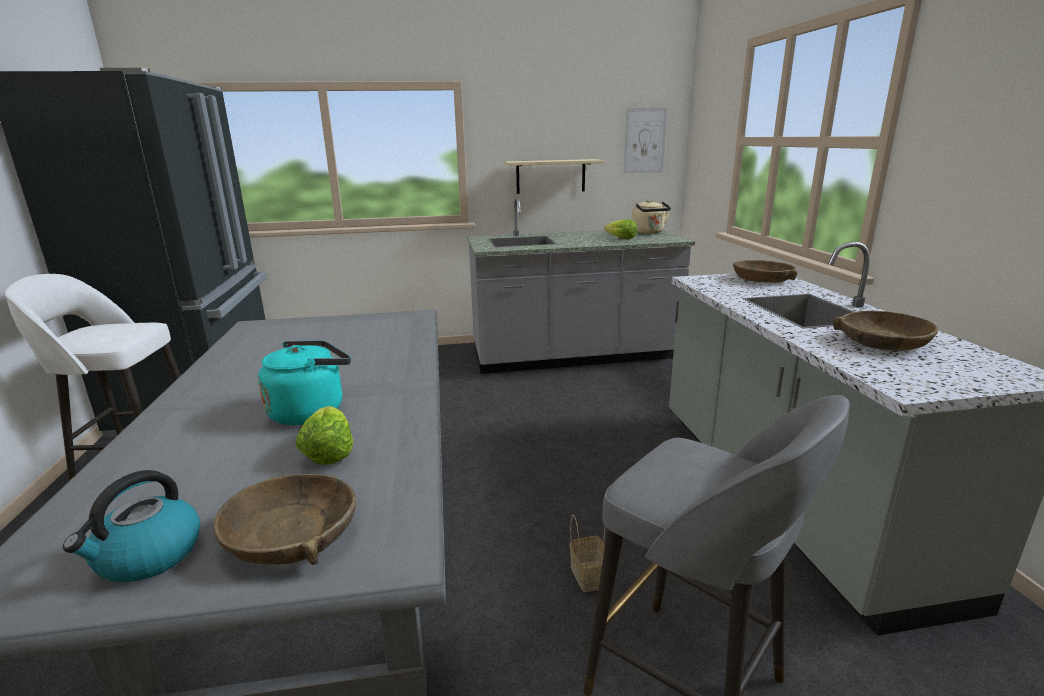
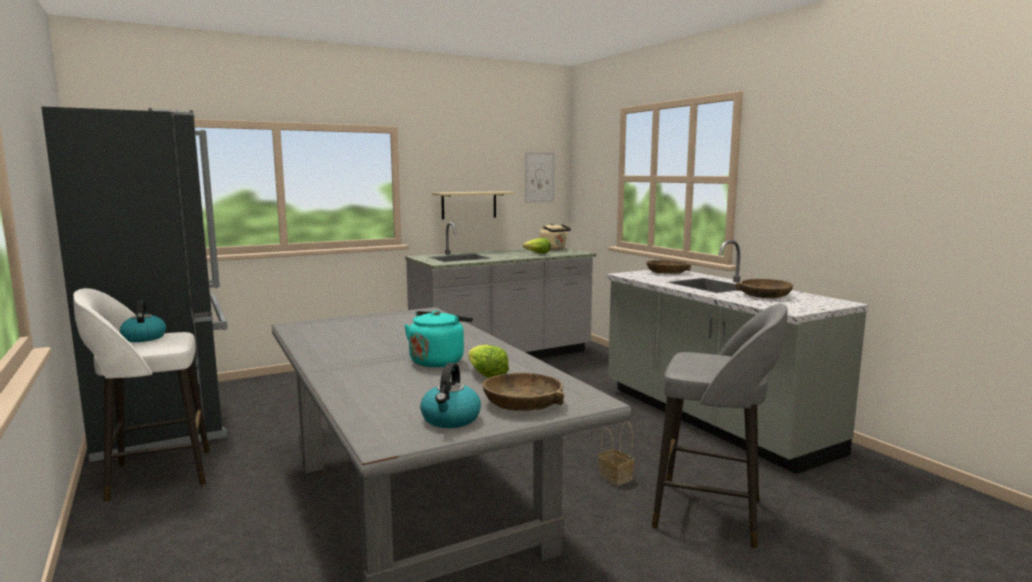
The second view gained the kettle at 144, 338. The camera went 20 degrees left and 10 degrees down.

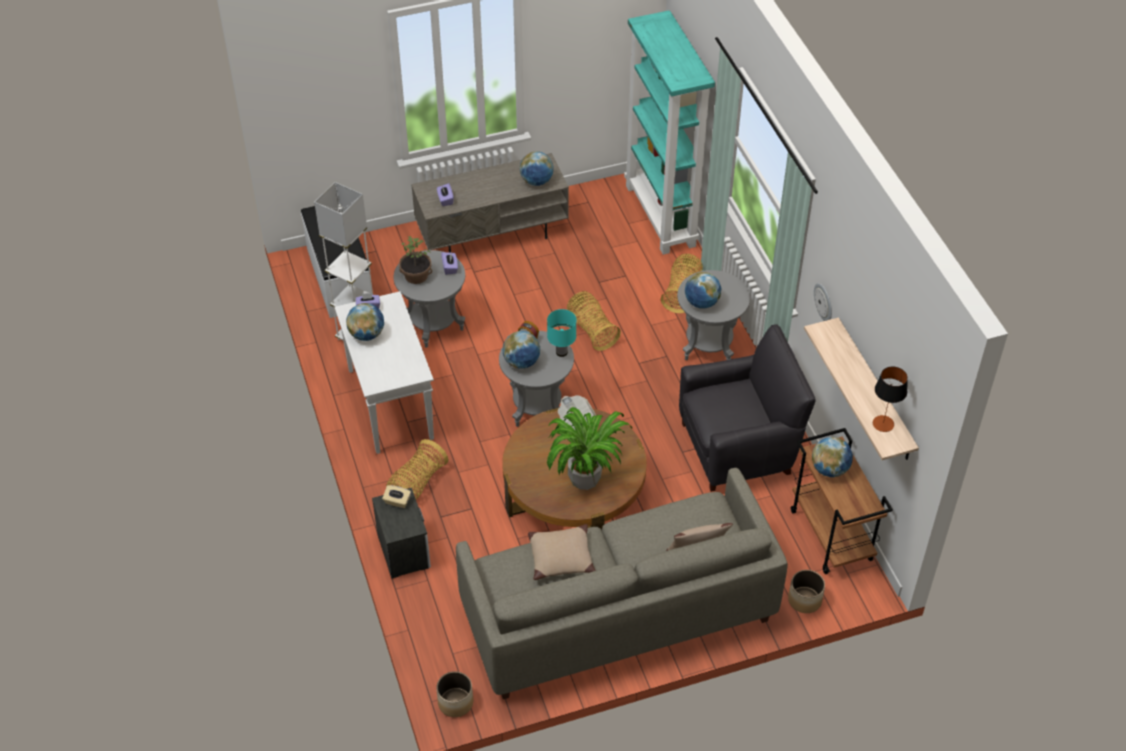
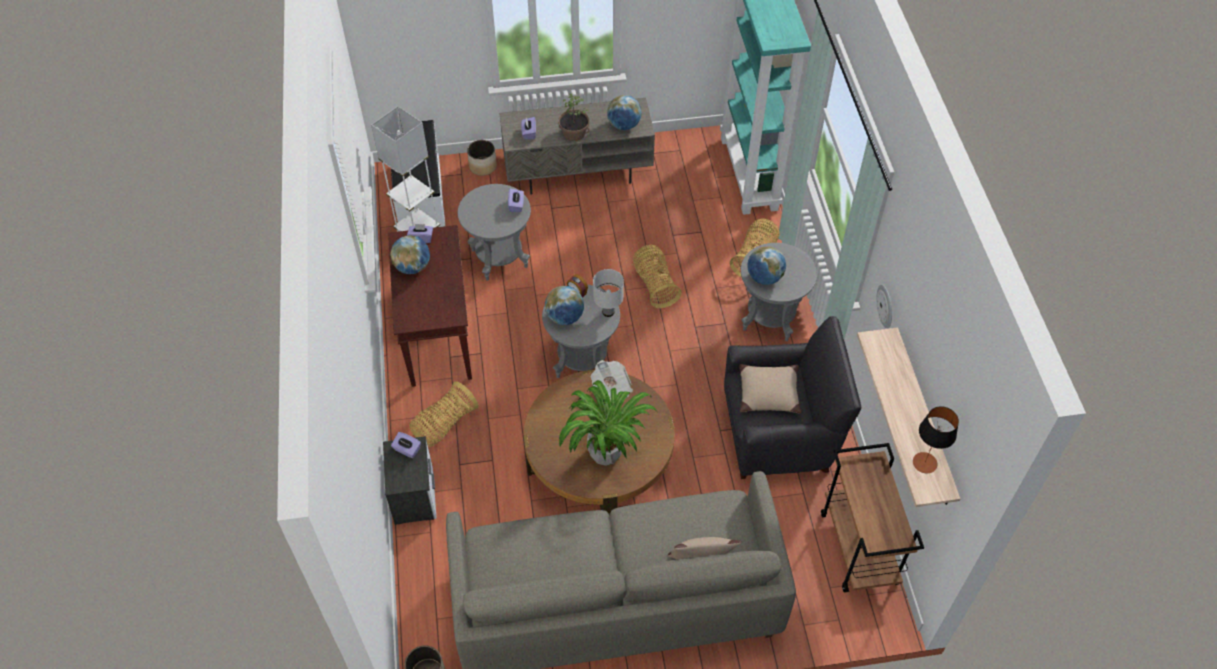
The houseplant ended up elsewhere, having gone from 416, 276 to 574, 133. What was the white console table at 389, 404 turned into the brown console table at 437, 335. What was the blue-green lamp for a table at 562, 352 turned into the white lamp for a table at 608, 312. The second view lost the world globe at 829, 469. What was the sand-coloured tissue holder at 397, 502 turned into the purple-coloured tissue holder at 407, 450. The sand-coloured pillow ended up elsewhere, having gone from 561, 557 to 768, 393. The planter ended up elsewhere, having gone from 804, 600 to 482, 167. The camera went 10 degrees right and 5 degrees up.

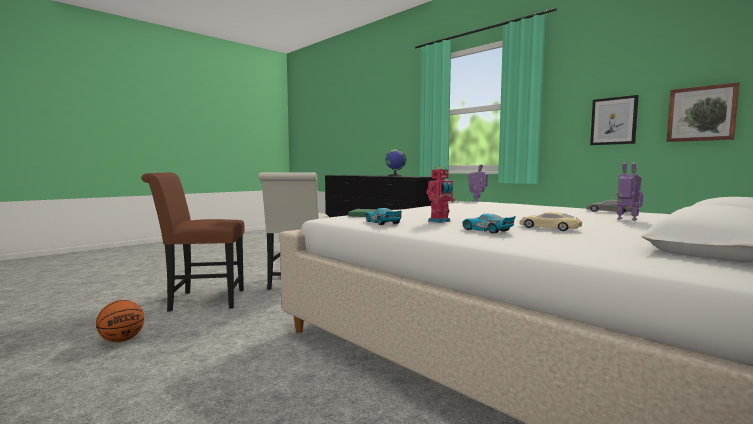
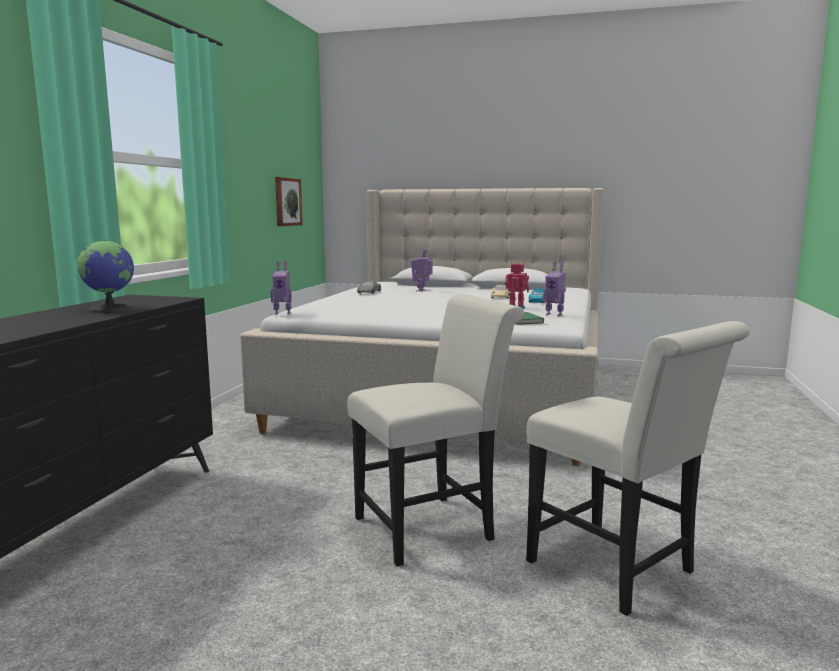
The second view lost the picture at 613, 121. What was the brown plain chair at 201, 300 turned into the white plain chair at 619, 571. Where the model car stood at 382, 222, the toy robot came to stand at 554, 314. The second view lost the basketball at 122, 340. The camera went 120 degrees left and 5 degrees up.

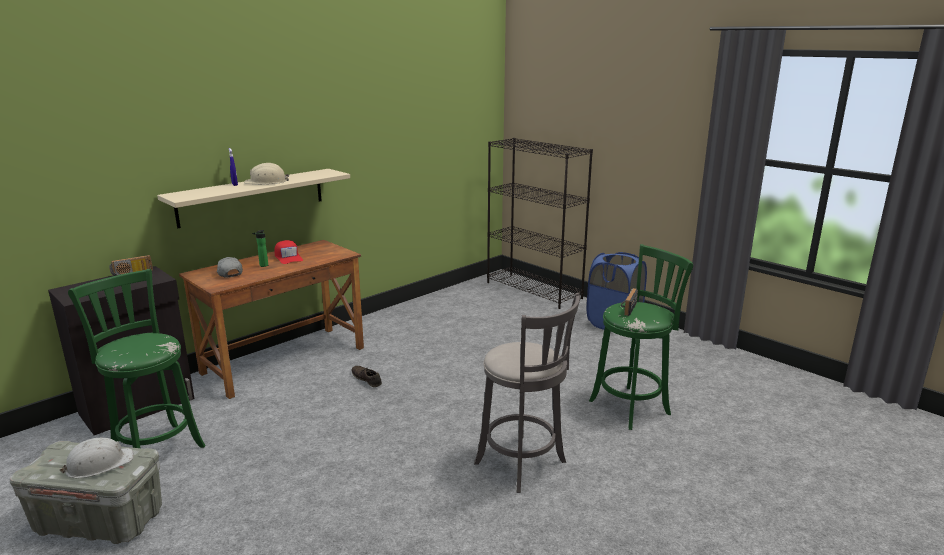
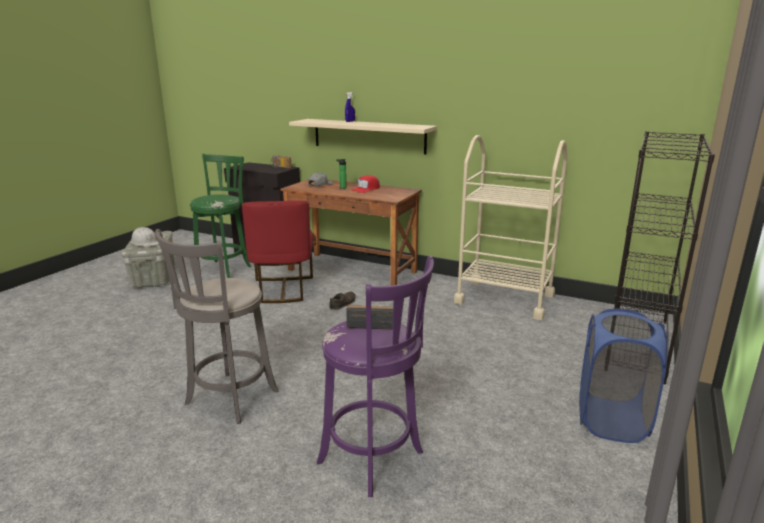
The second view lost the sand-coloured hard hat at 266, 182. What was the green sitting stool at 632, 406 turned into the purple-coloured sitting stool at 375, 460. The second view gained the sand-coloured trolley at 504, 299. The second view gained the reddish plain chair at 283, 290. The camera went 70 degrees right and 0 degrees up.

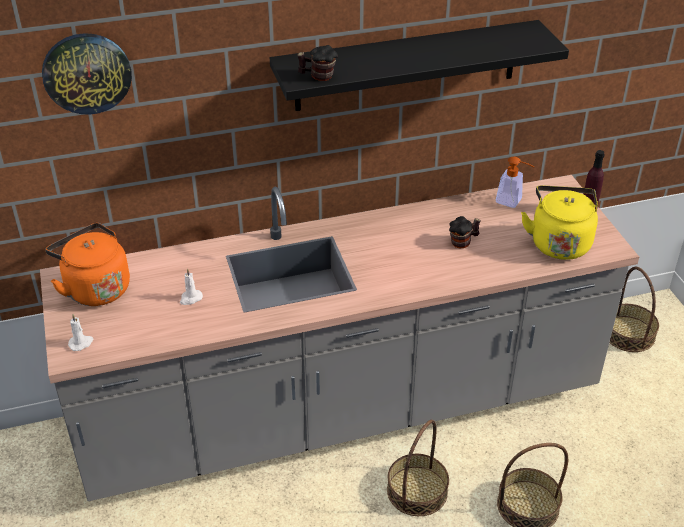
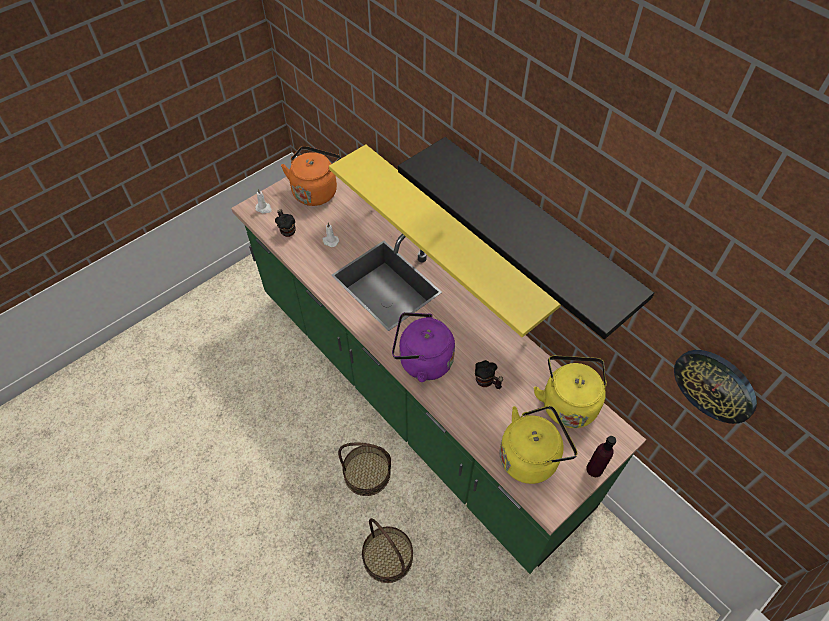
The clock on the wall ended up elsewhere, having gone from 87, 73 to 715, 385. The coffee mug ended up elsewhere, having gone from 318, 76 to 287, 230. Where the liquid soap bottle stood at 513, 202, the yellowish kettle came to stand at 568, 402. What was the greyish kitchen counter at 342, 412 turned into the green kitchen counter at 414, 396. The second view lost the storage basket at 628, 334. The second view gained the yellowish bracket shelf at 453, 233. The second view gained the purple-coloured kettle at 422, 361. The camera went 65 degrees right and 15 degrees up.

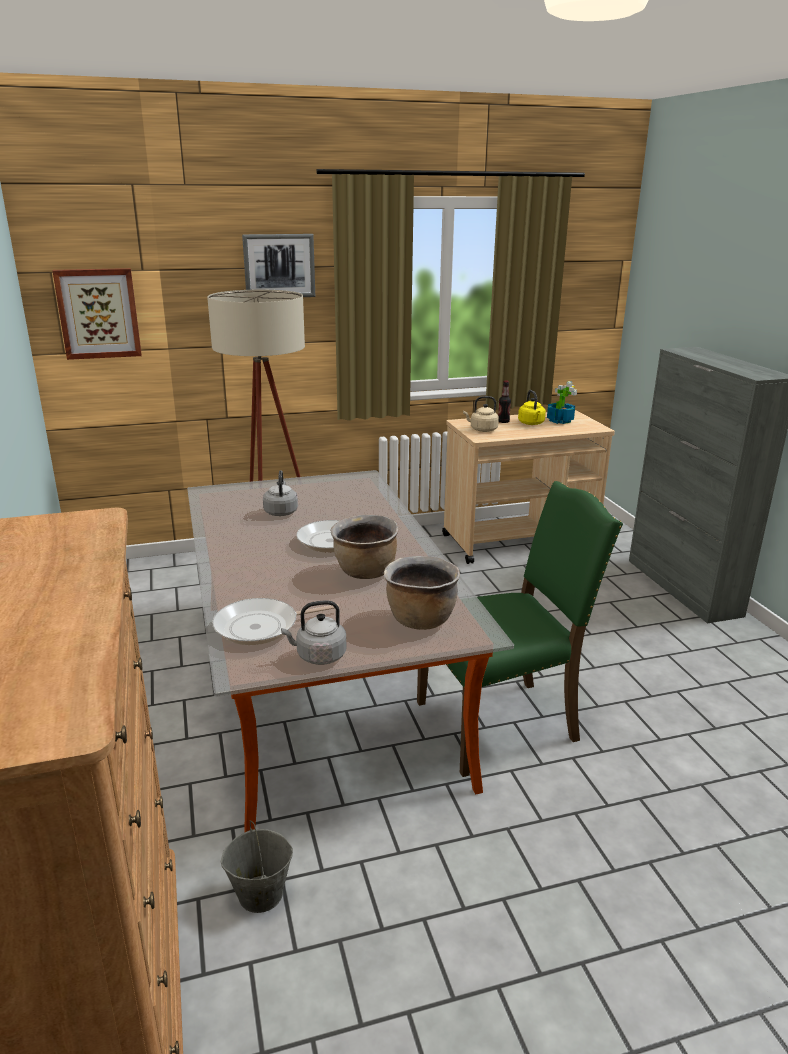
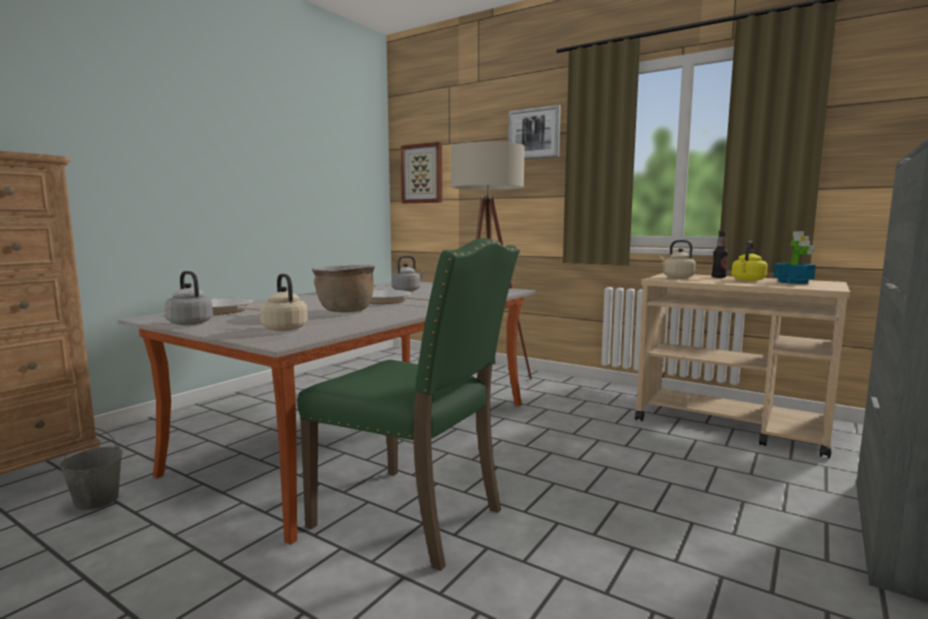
Where the brown cooking pot stood at 420, 619, the sand-coloured kettle came to stand at 284, 328. The camera went 50 degrees right and 15 degrees down.

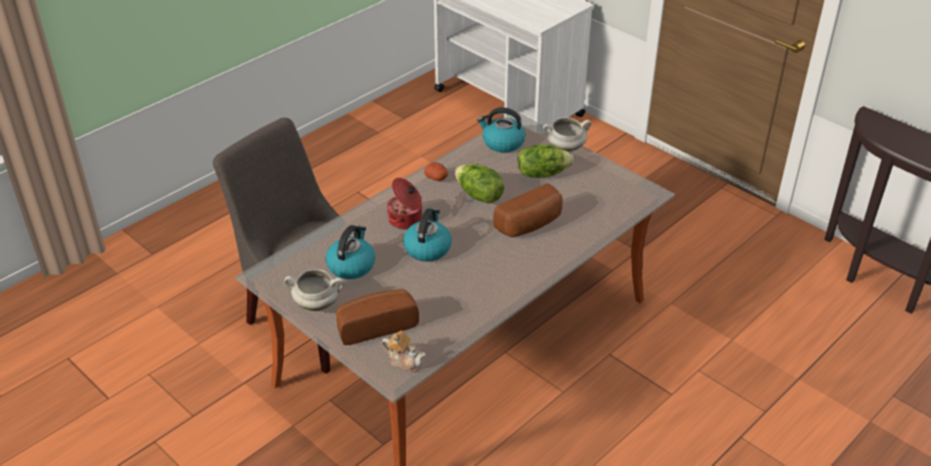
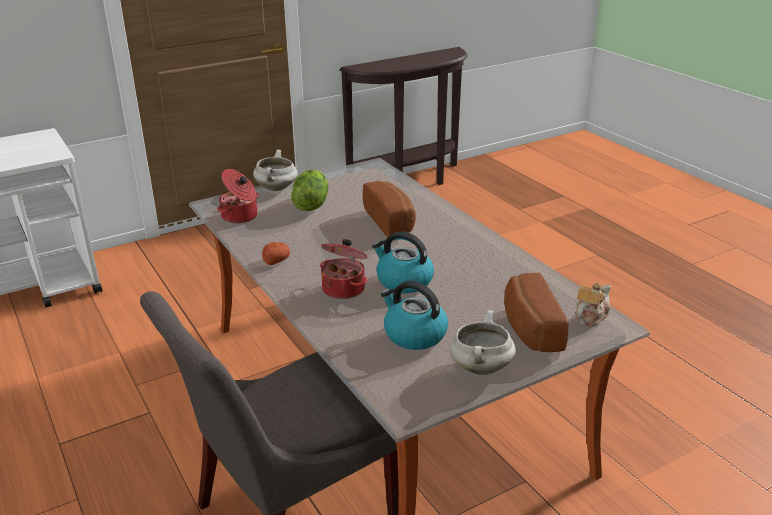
Where the kettle stood at 502, 143, the cooking pot came to stand at 240, 216. The second view lost the head of lettuce at 479, 196. The camera went 75 degrees left and 10 degrees down.

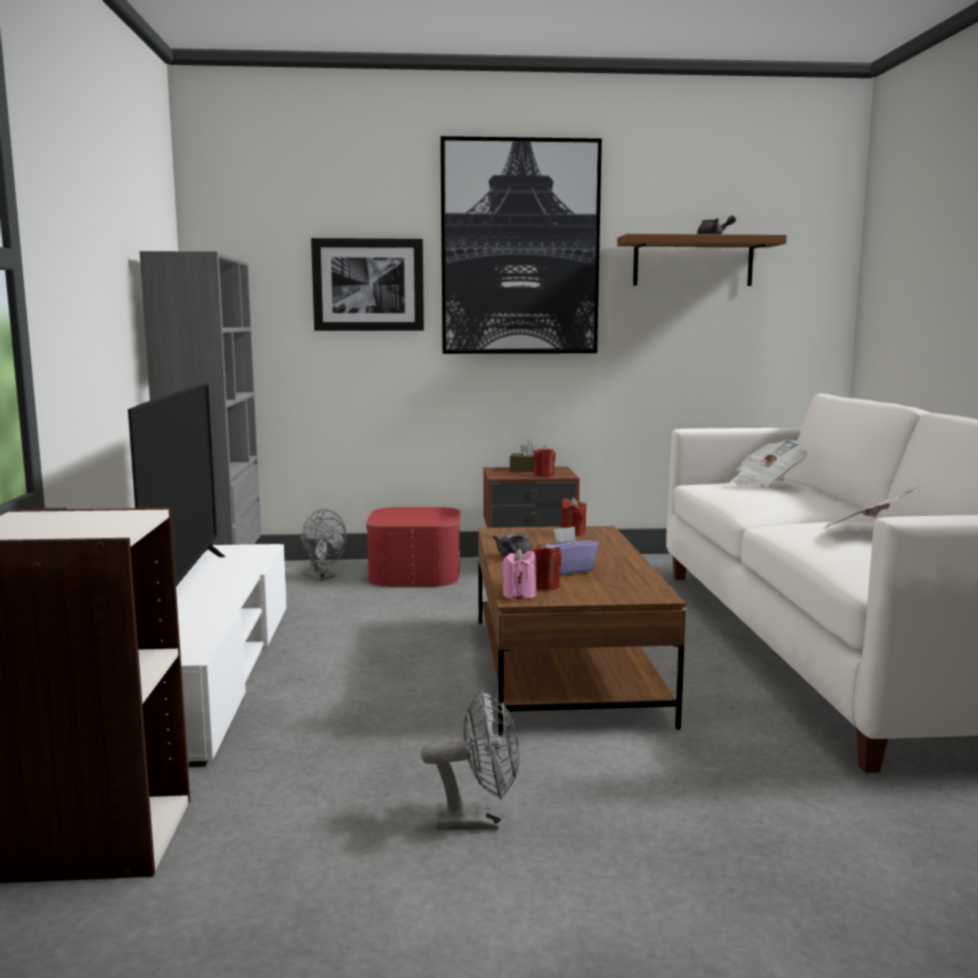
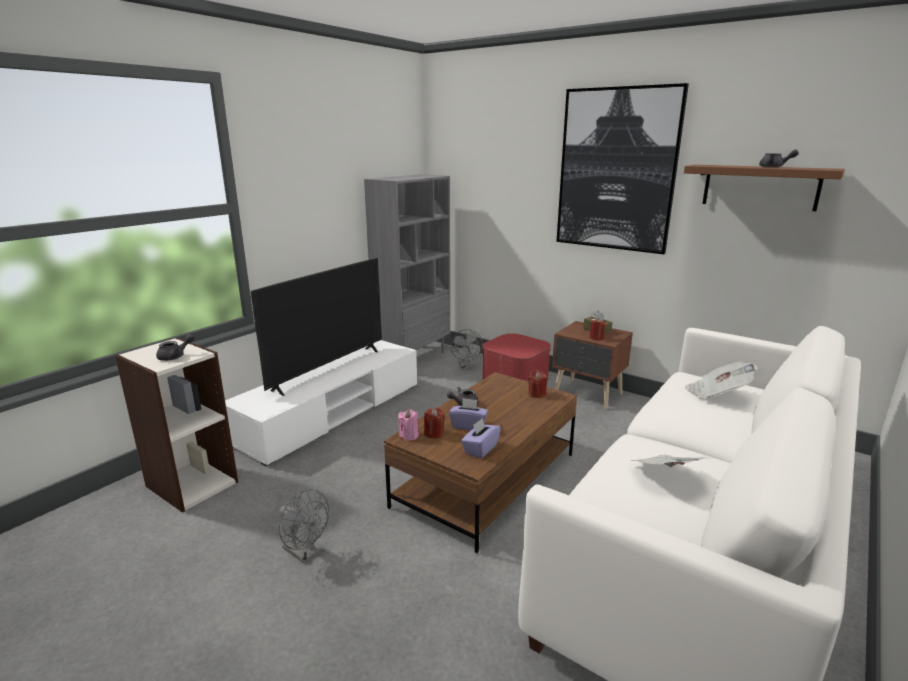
The second view lost the picture at 368, 285. The second view gained the greyish teapot at 175, 356. The second view gained the purple-coloured tissue holder at 480, 449. The camera went 40 degrees right and 10 degrees up.

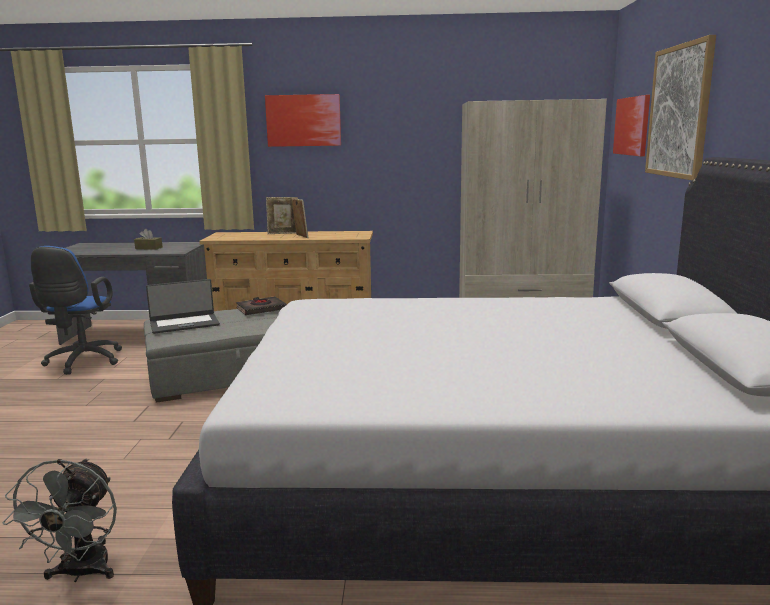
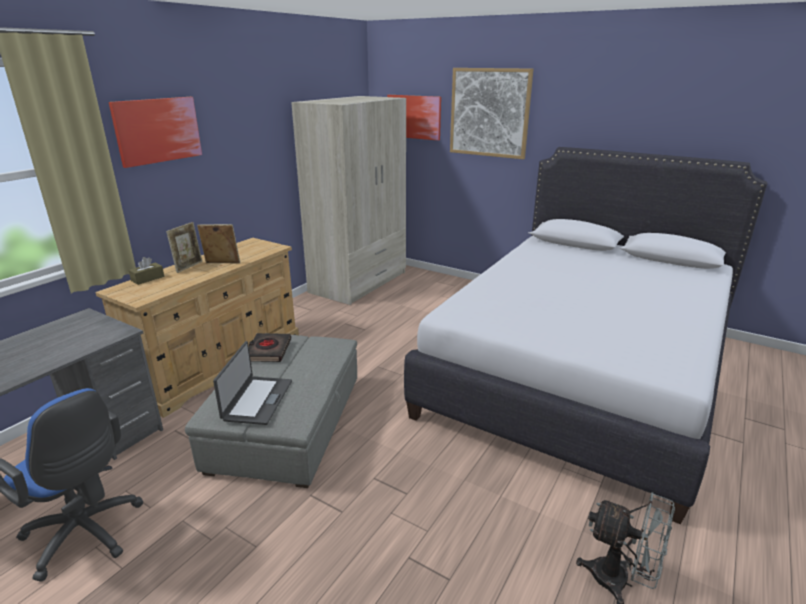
The brown tissue holder ended up elsewhere, having gone from 148, 248 to 147, 279. The camera went 60 degrees left and 10 degrees up.

